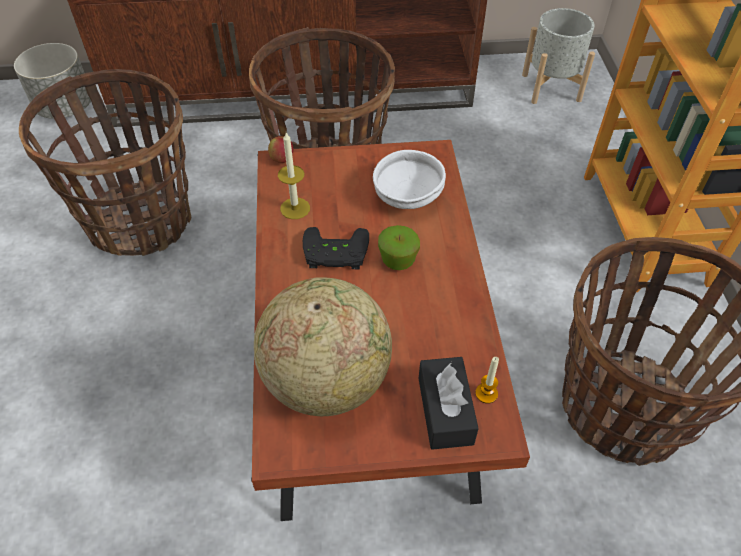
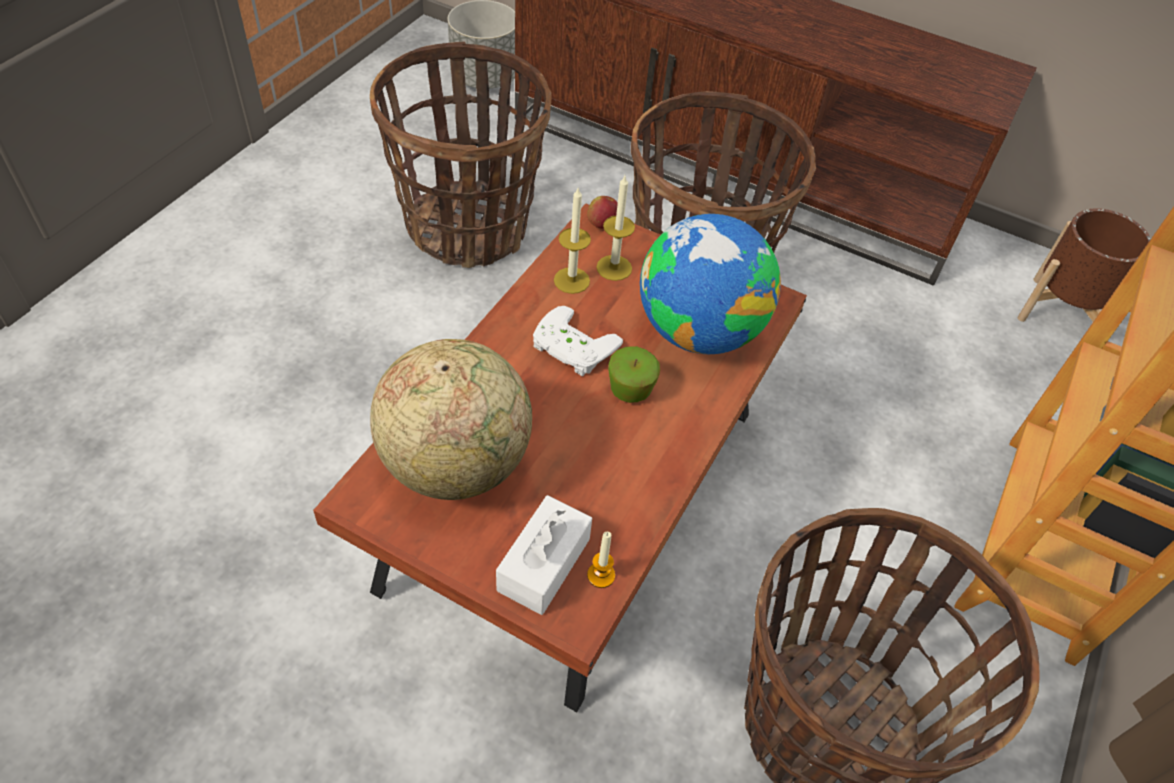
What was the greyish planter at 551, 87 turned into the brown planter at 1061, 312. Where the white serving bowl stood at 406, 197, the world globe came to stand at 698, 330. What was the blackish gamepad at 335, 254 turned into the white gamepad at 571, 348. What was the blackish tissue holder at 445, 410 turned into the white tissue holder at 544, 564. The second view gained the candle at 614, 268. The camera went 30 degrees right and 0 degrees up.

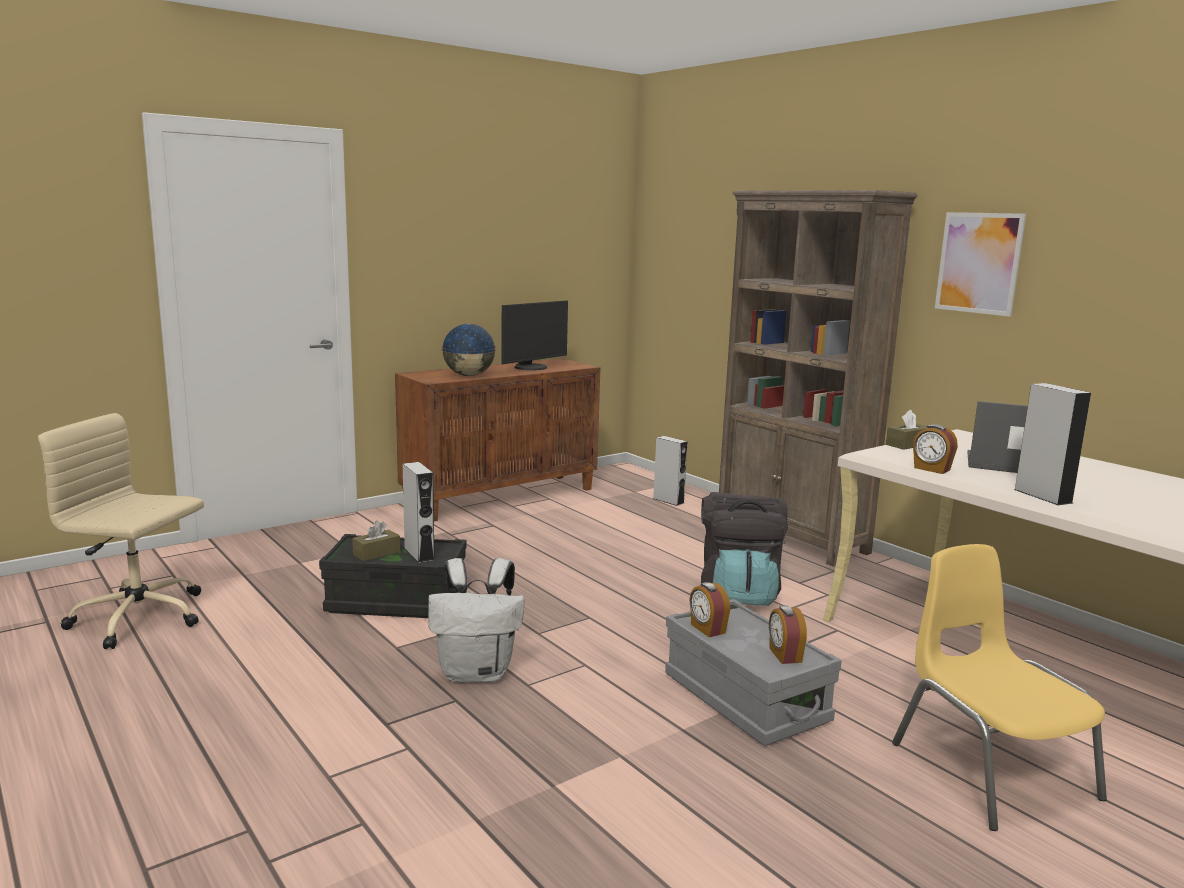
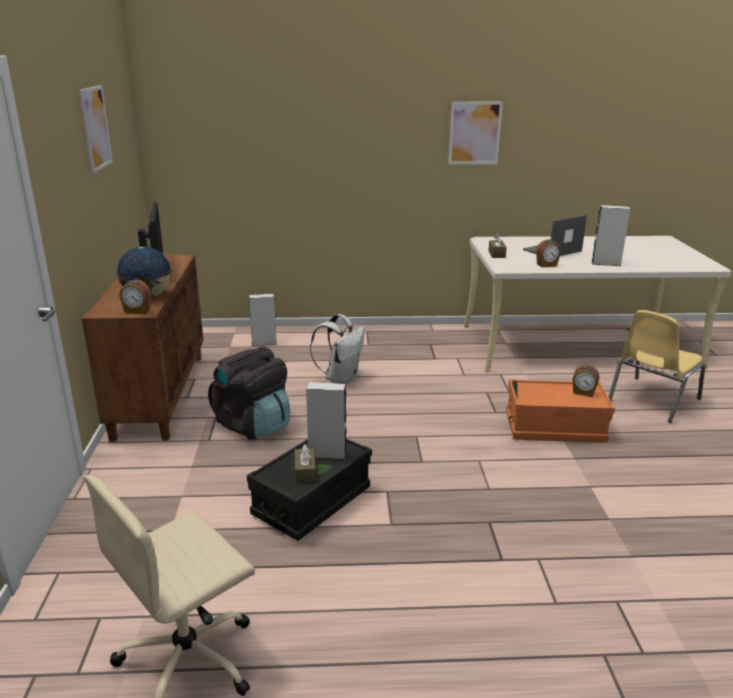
The second view lost the brown bookcase at 791, 536. The blackish rucksack ended up elsewhere, having gone from 738, 593 to 253, 425. The yellowish plain chair at 990, 769 ended up facing another way, 60 degrees counterclockwise from before. The white rucksack ended up elsewhere, having gone from 477, 673 to 340, 378. The table clock ended up elsewhere, having gone from 707, 629 to 137, 311. What was the greyish storage bin at 745, 699 turned into the orangey storage bin at 554, 428. The second view gained the picture at 95, 128. The camera went 55 degrees left and 10 degrees up.

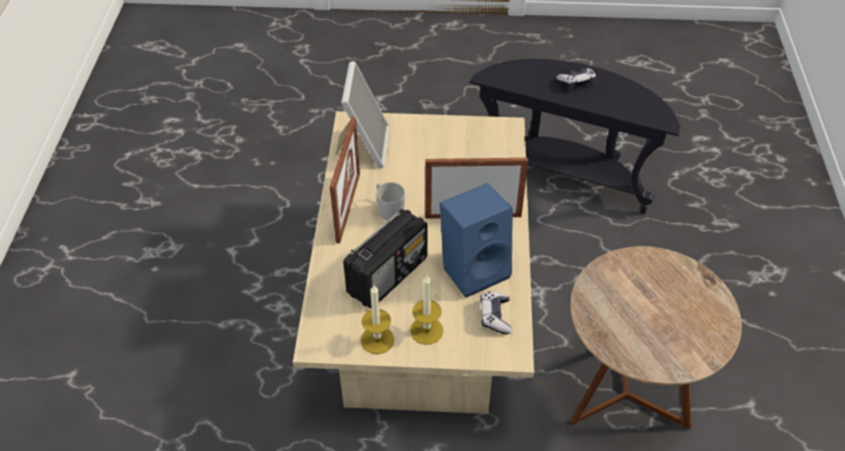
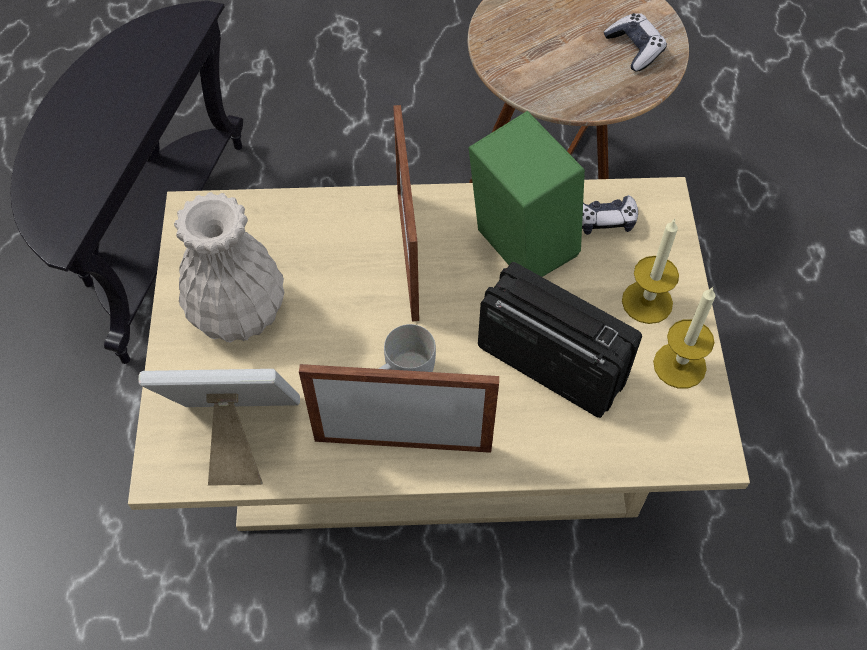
The gamepad ended up elsewhere, having gone from 576, 82 to 634, 49. What was the blue audio speaker at 475, 268 turned into the green audio speaker at 517, 247. The second view gained the white flower vase at 237, 313. The camera went 95 degrees left and 10 degrees up.

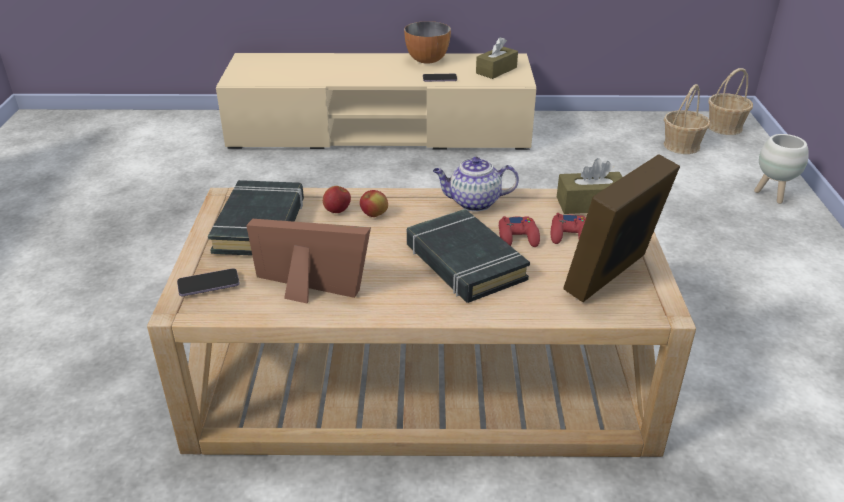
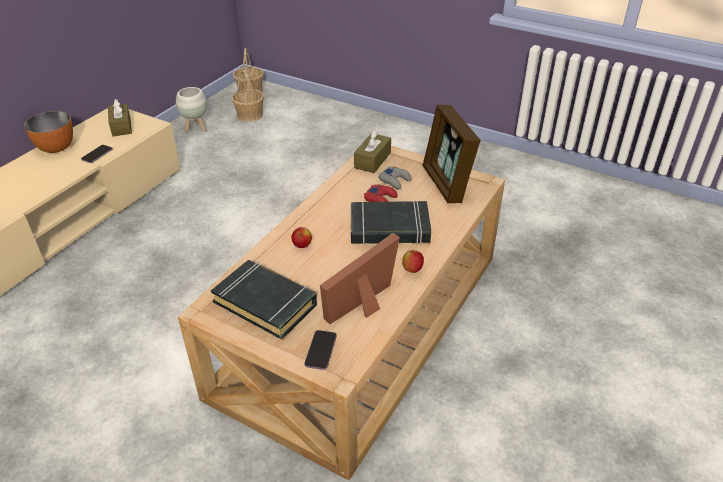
The white planter ended up elsewhere, having gone from 772, 195 to 196, 129. The second view lost the teapot at 473, 203. The apple ended up elsewhere, having gone from 337, 211 to 412, 269. What was the reddish gamepad at 570, 235 turned into the greyish gamepad at 395, 180. The camera went 60 degrees left and 5 degrees up.

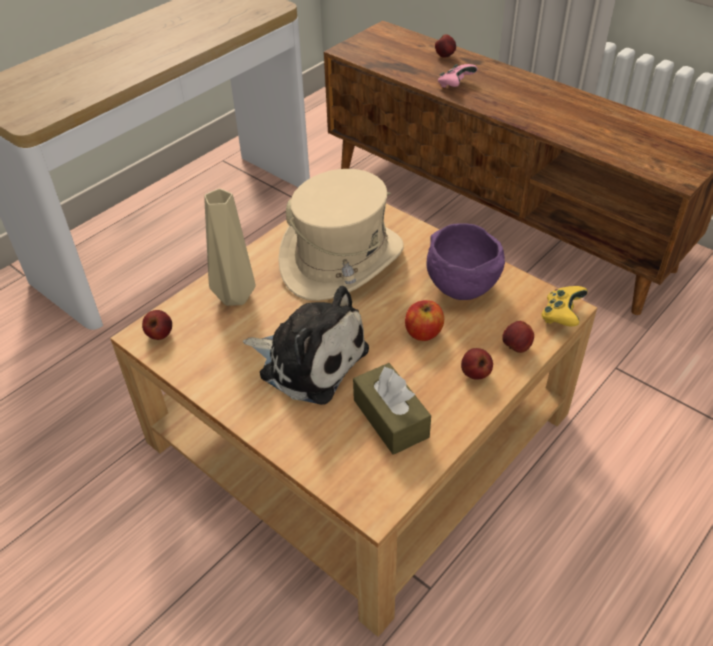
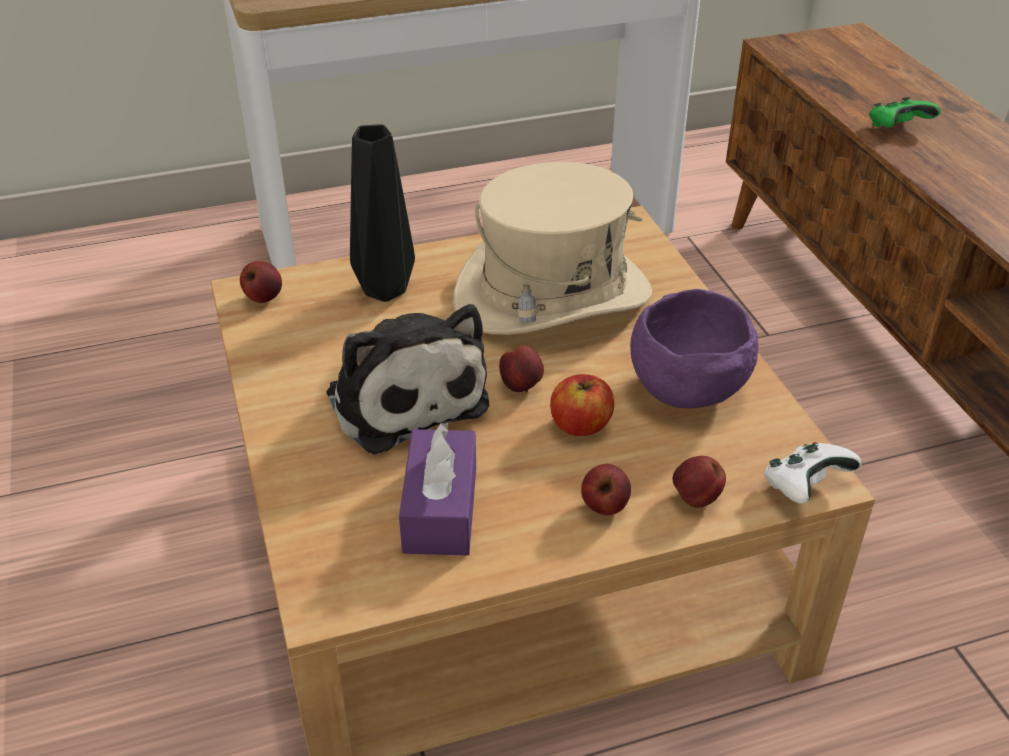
The apple ended up elsewhere, having gone from 445, 56 to 521, 387. What was the pink gamepad at 455, 85 turned into the green gamepad at 897, 128. What was the sand-coloured flower vase at 233, 297 turned into the blackish flower vase at 382, 289. What was the yellowish gamepad at 561, 316 turned into the white gamepad at 804, 486. What was the brown tissue holder at 390, 418 turned into the purple-coloured tissue holder at 440, 509. The camera went 30 degrees right and 5 degrees down.

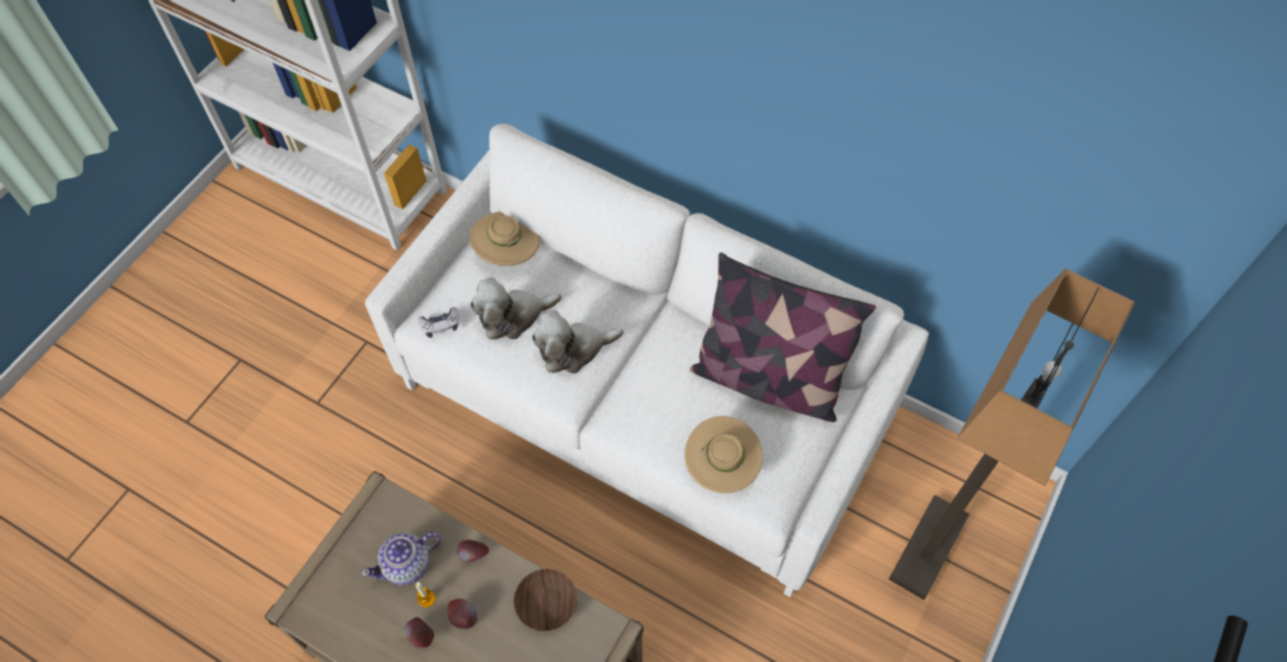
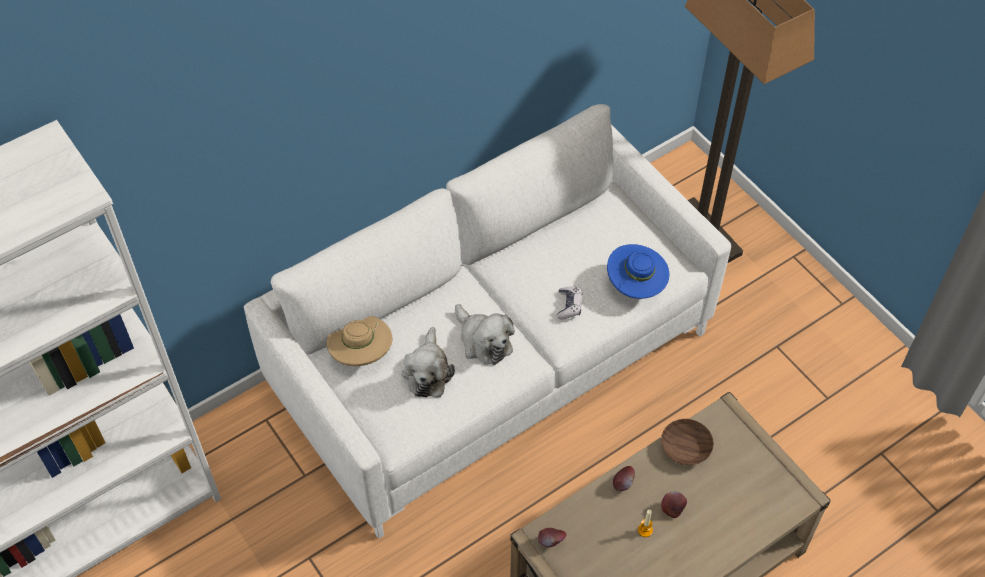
The second view lost the pillow at 768, 379. The gamepad ended up elsewhere, having gone from 440, 325 to 569, 306. The soft toy at 573, 349 ended up facing another way, 45 degrees counterclockwise from before. What was the sand-coloured clothing hat at 721, 467 turned into the blue clothing hat at 636, 285. The second view lost the teapot at 407, 565. The apple ended up elsewhere, having gone from 421, 636 to 551, 541. The camera went 65 degrees left and 5 degrees down.

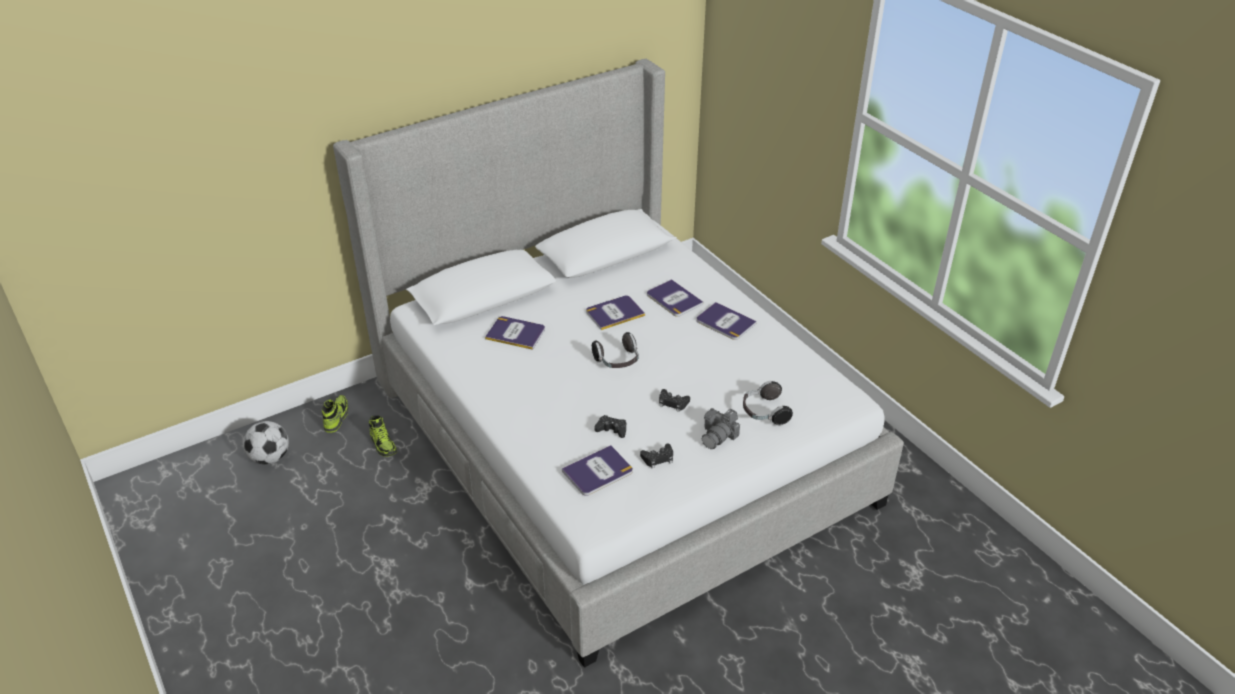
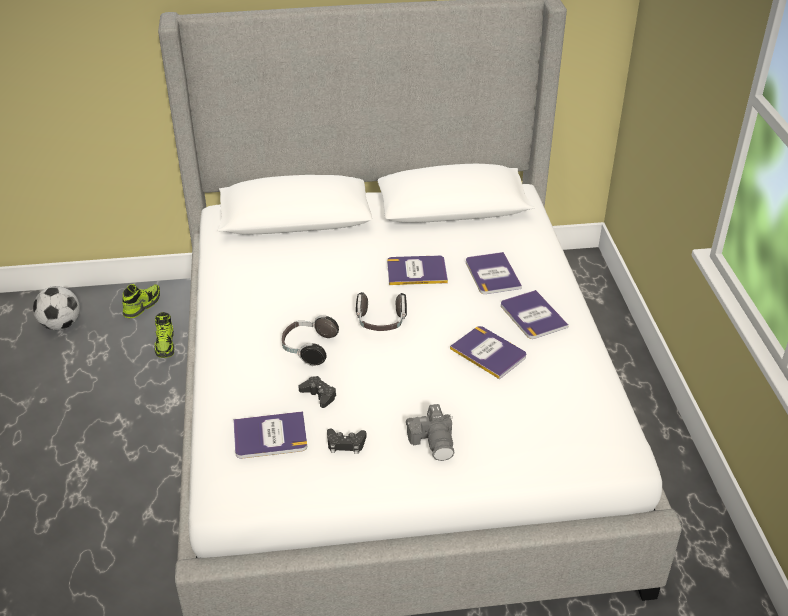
The volume ended up elsewhere, having gone from 516, 333 to 489, 352. The headset ended up elsewhere, having gone from 764, 413 to 308, 348. The second view lost the blackish gamepad at 672, 403. The still camera at 719, 435 ended up facing another way, 75 degrees counterclockwise from before. The camera went 25 degrees right and 0 degrees up.

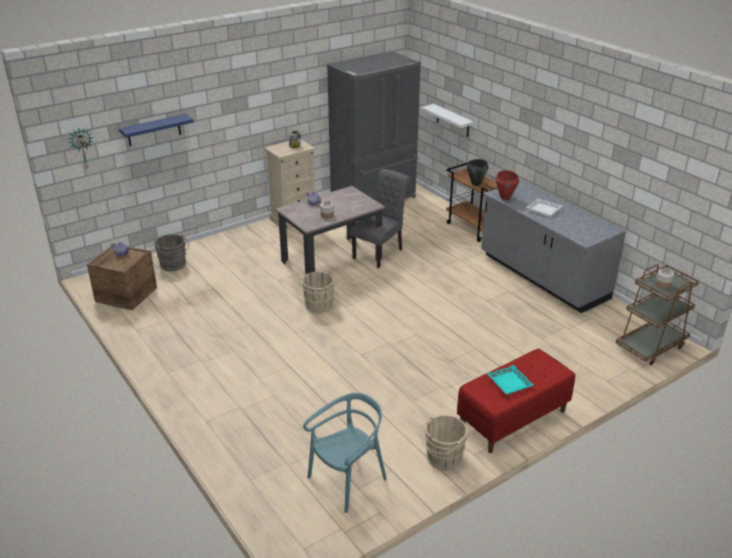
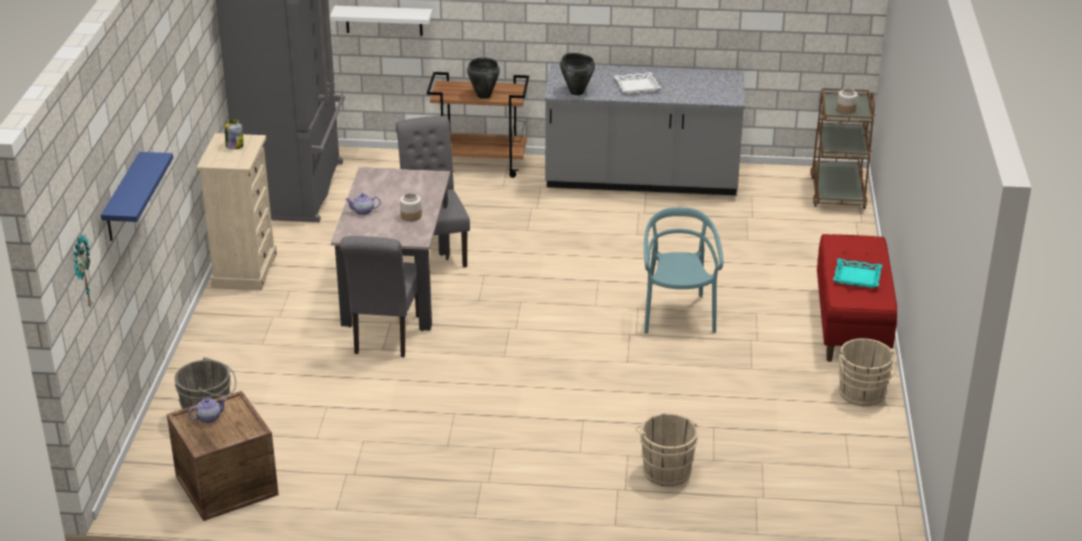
What was the reddish cooking pot at 505, 198 turned into the blackish cooking pot at 576, 92. The sand-coloured bucket ended up elsewhere, having gone from 320, 304 to 666, 469. The blue-green plain chair ended up elsewhere, having gone from 348, 481 to 677, 315. The second view gained the greyish plain chair at 385, 337. The camera went 50 degrees left and 0 degrees up.

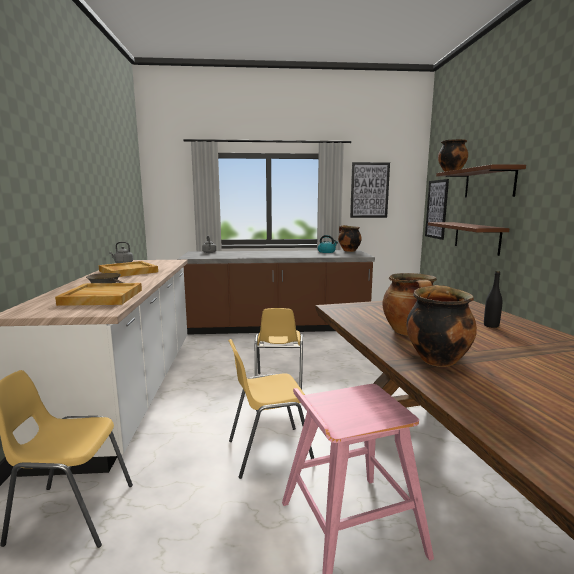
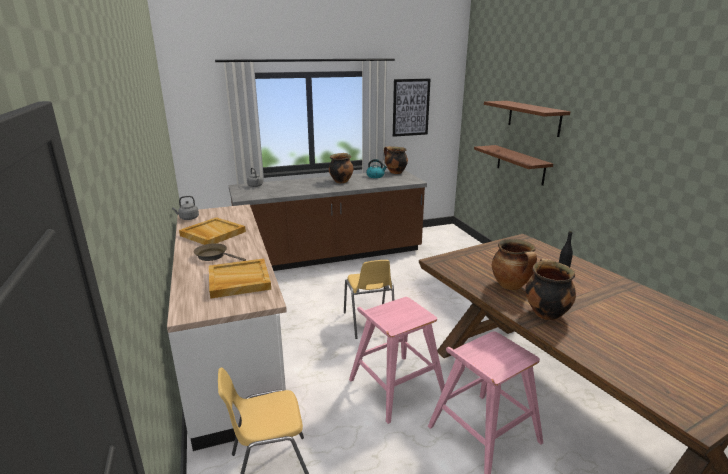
The cooking pot ended up elsewhere, having gone from 451, 172 to 341, 181. The second view lost the picture at 436, 209. Where the yellowish plain chair stood at 268, 451, the pink sitting stool came to stand at 395, 387. The camera went 15 degrees left and 10 degrees up.

